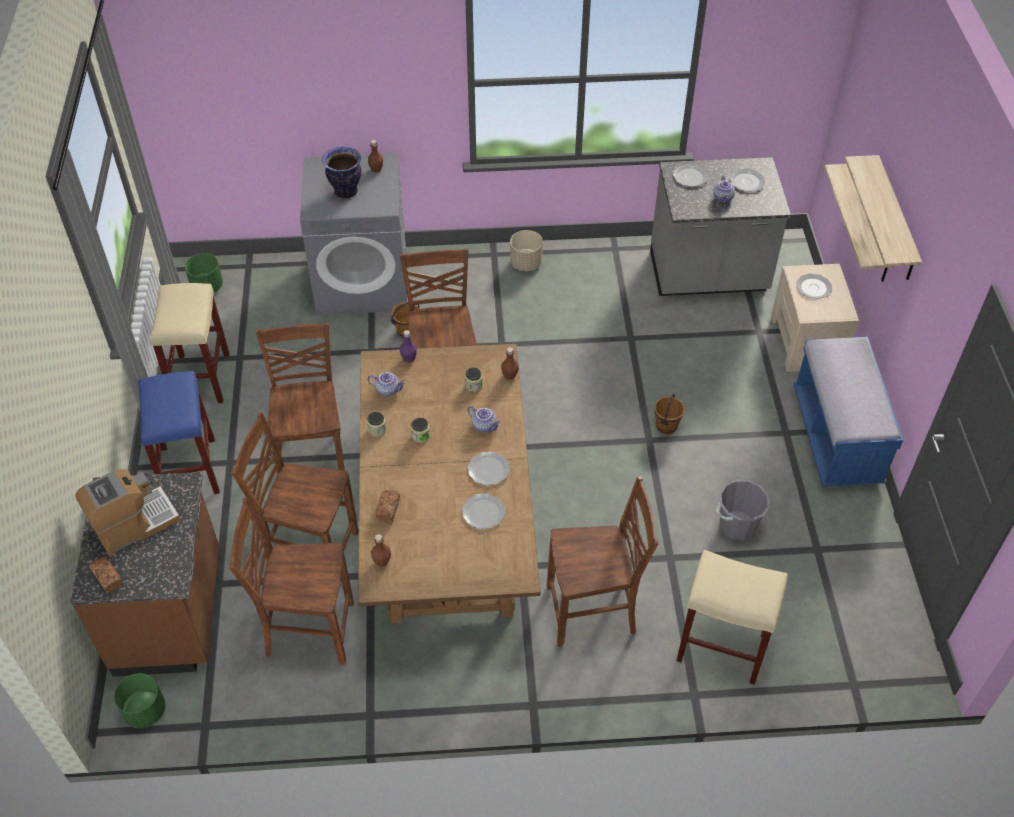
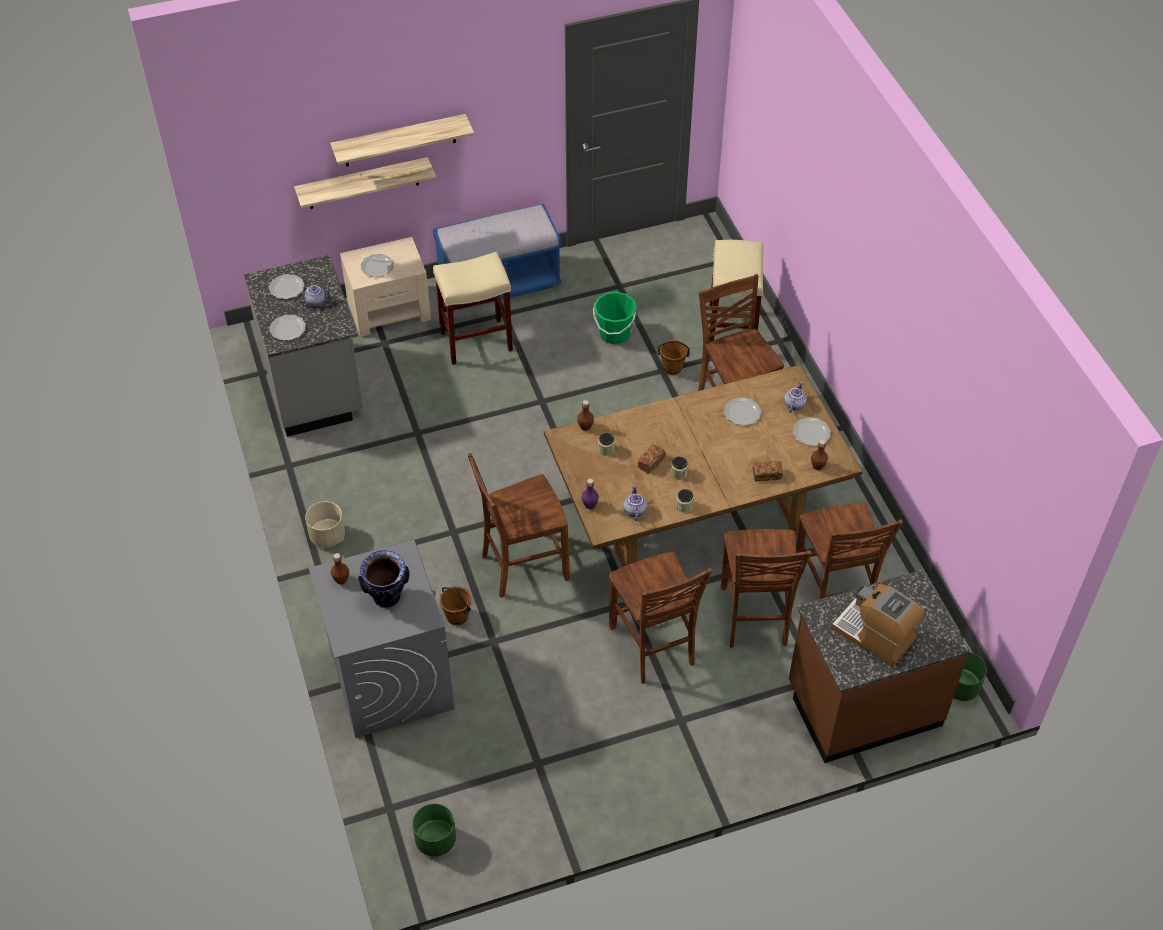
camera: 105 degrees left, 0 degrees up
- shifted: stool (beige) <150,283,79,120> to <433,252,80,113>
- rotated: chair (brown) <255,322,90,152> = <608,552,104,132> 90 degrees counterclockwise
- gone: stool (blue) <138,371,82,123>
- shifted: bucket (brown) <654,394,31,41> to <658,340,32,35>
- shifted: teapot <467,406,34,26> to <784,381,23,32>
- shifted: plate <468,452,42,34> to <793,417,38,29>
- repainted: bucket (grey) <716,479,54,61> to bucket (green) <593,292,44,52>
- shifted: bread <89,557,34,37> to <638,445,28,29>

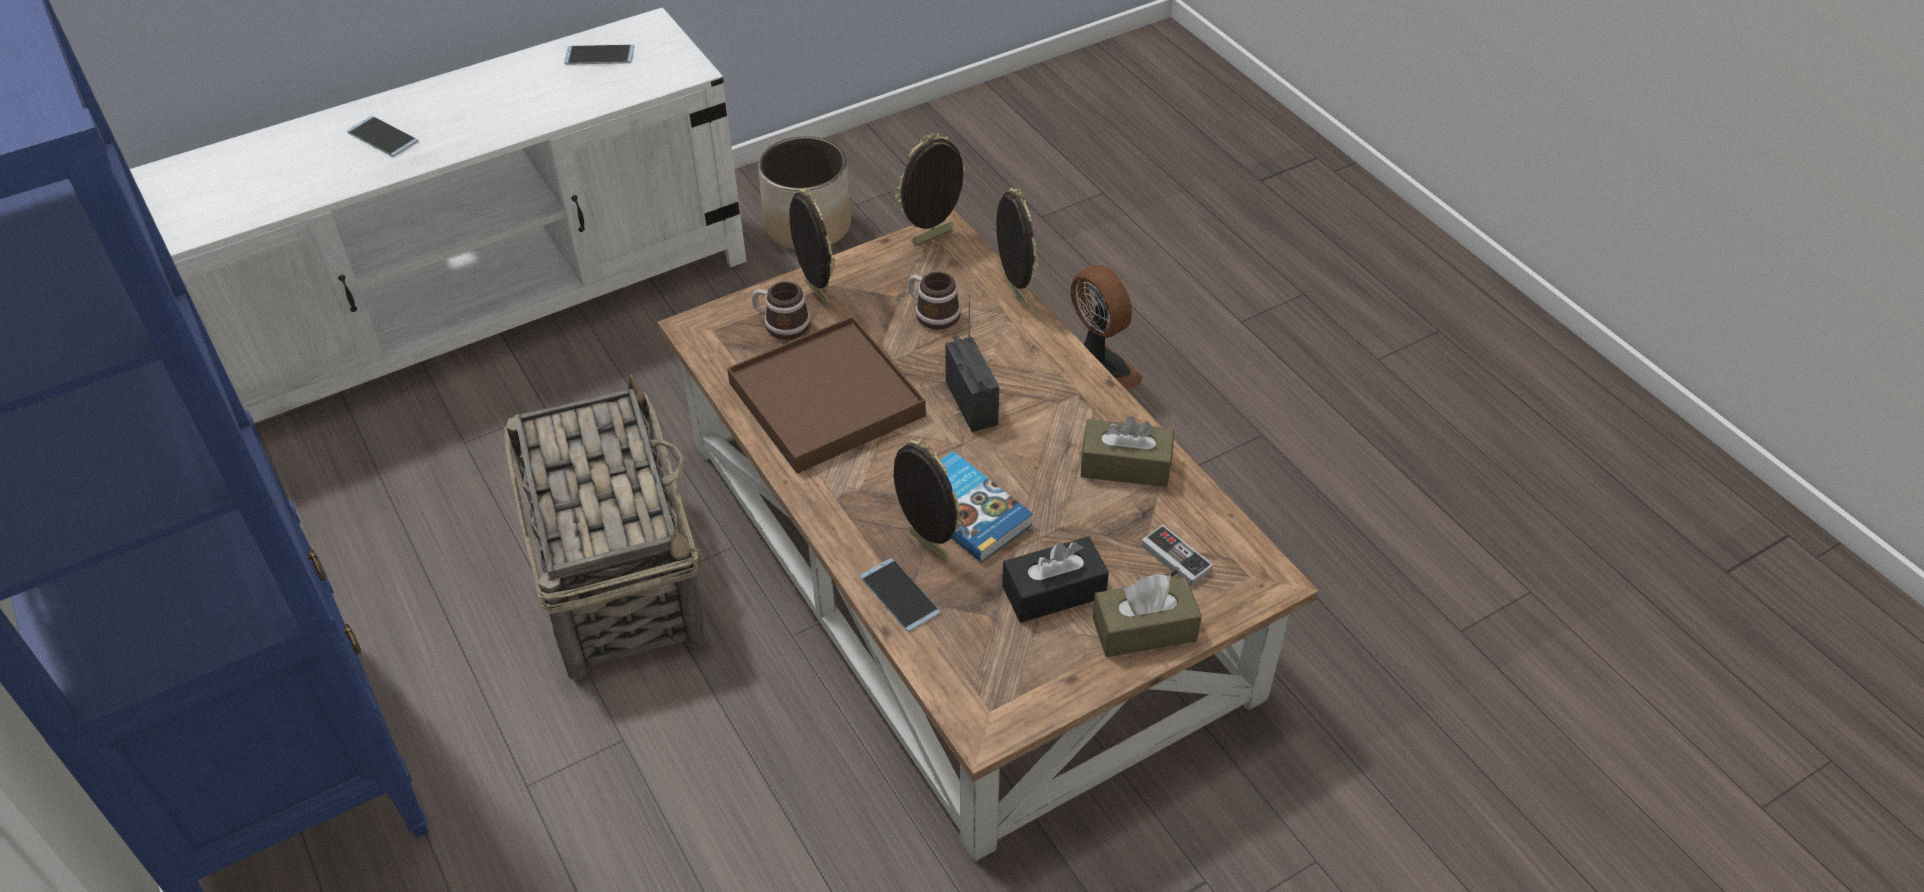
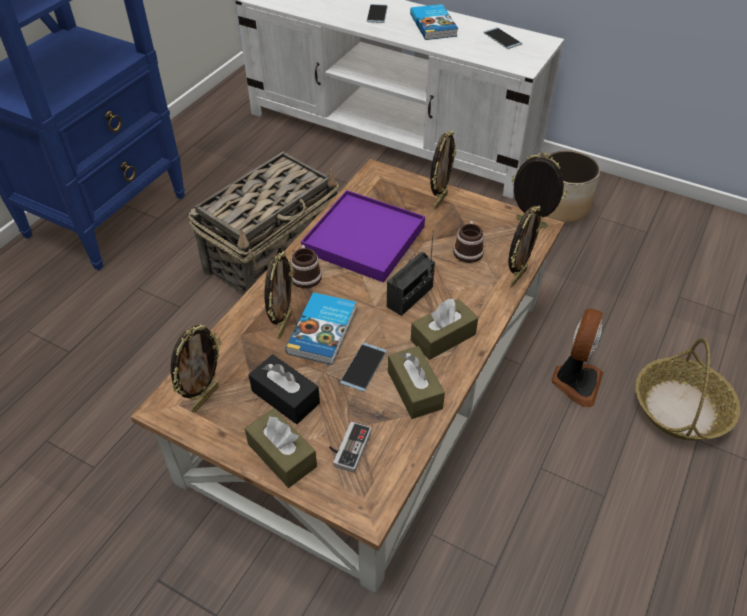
camera: 60 degrees right, 0 degrees up
- shifted: mug <752,282,58,58> to <291,245,31,43>
- repainted: tray (brown) <727,316,199,158> to tray (purple) <301,190,124,93>
- shifted: phone <860,558,81,74> to <340,343,47,49>
- new: book <410,4,48,36>
- new: tissue box (brown) <411,299,67,61>
- new: picture frame <171,324,50,88>
- new: basket <636,338,104,103>

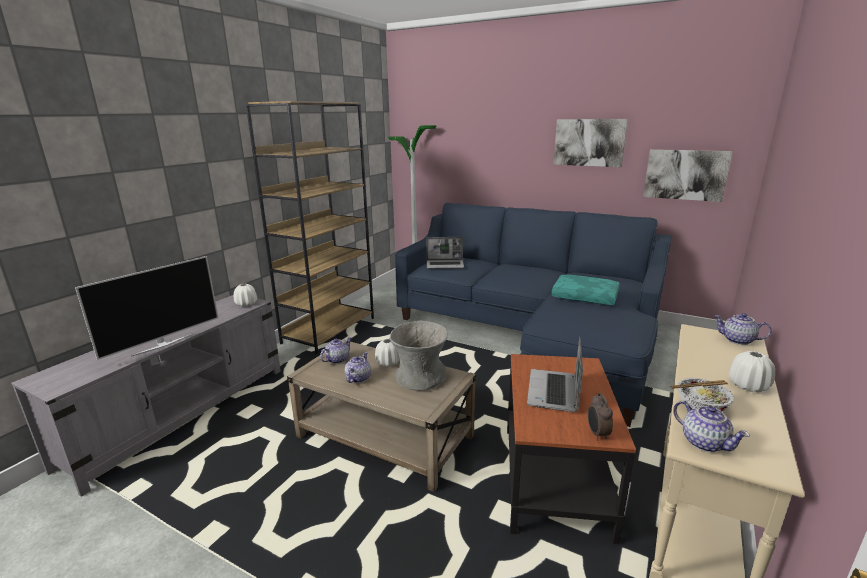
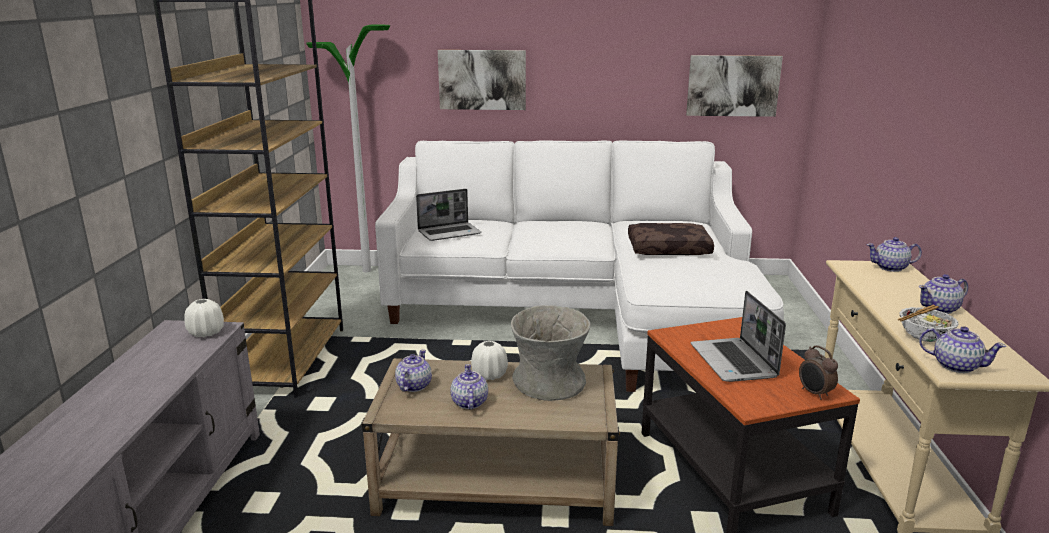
camera: 25 degrees left, 0 degrees up
- shifted: picture <553,119,75,48> to <438,50,88,60>
- repainted: sofa (blue) <395,203,277,224> to sofa (white) <375,140,409,252>
- gone: television <75,256,144,104>
- repainted: pillow (turquoise) <552,274,68,31> to pillow (brown) <628,223,86,32>
- swapped: vase (white) <729,351,46,41> to teapot <919,274,49,40>

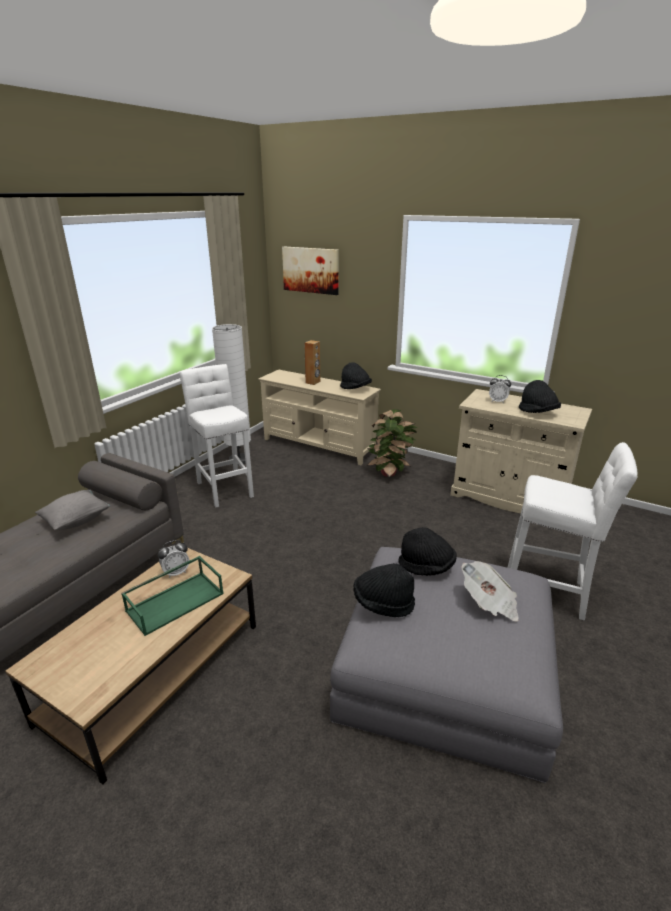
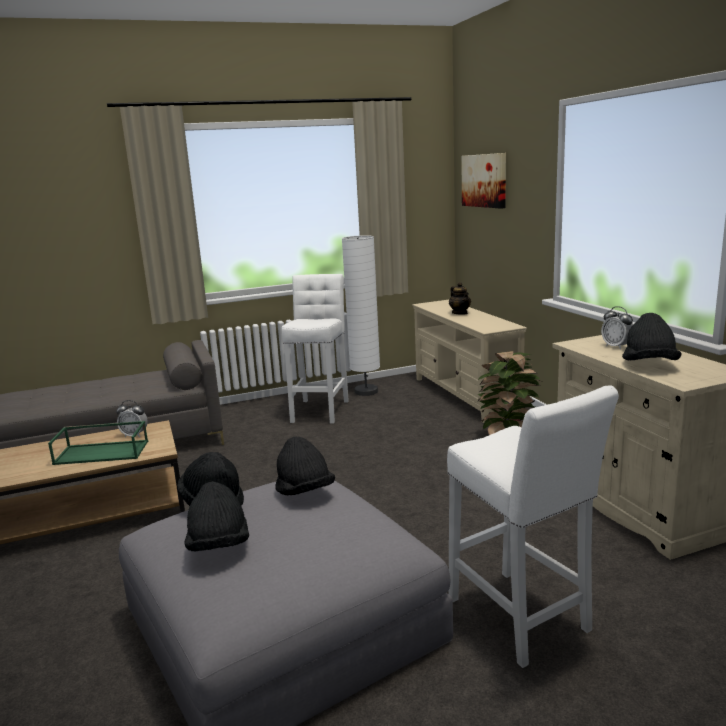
camera: 40 degrees right, 10 degrees down
- swapped: speaker (brown) <304,340,16,45> to teapot <449,282,22,33>
- shifted: hat (black) <340,362,32,27> to <184,481,65,71>
- gone: pillow (grey) <35,490,75,40>
- gone: newspaper <461,561,58,61>

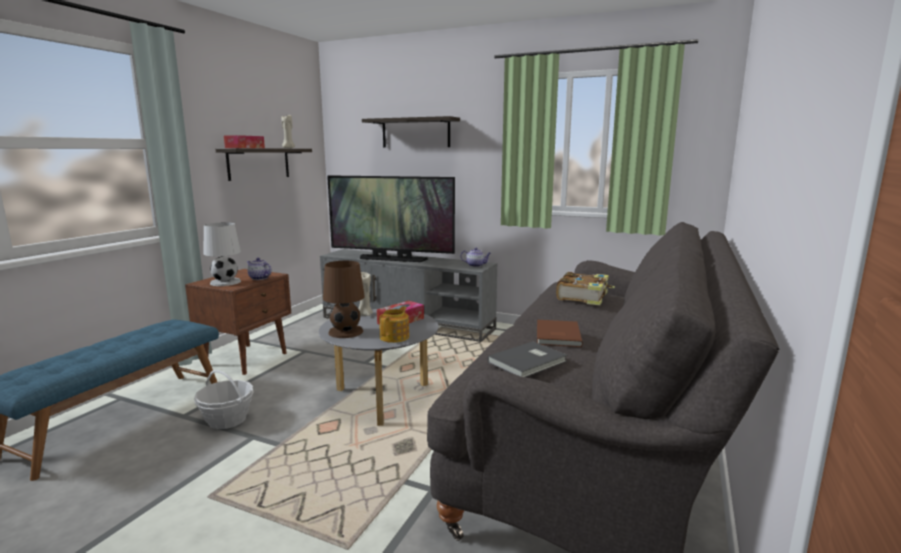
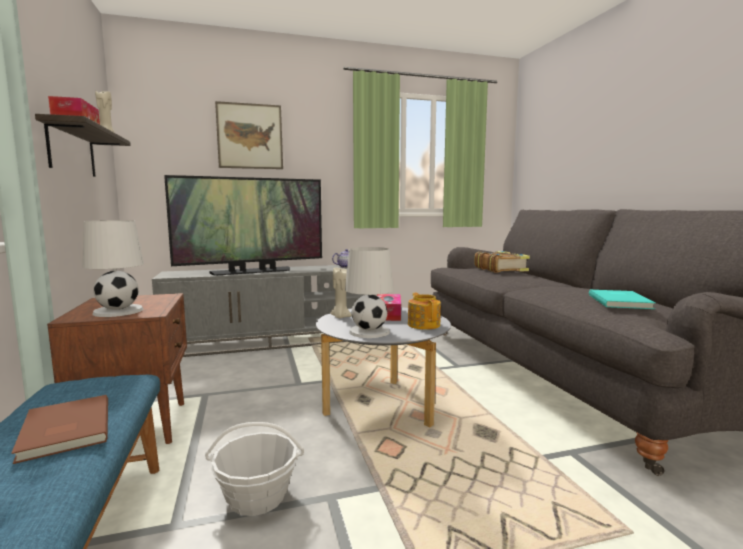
camera: 40 degrees left, 5 degrees down
- swapped: shelf <362,116,98,31> to picture <215,101,68,68>
- gone: teapot <247,258,25,22>
- repainted: table lamp (brown) <323,261,42,77> to table lamp (white) <345,247,49,91>
- shifted: book (brown) <537,320,46,27> to <11,395,97,69>
- repainted: book (grey) <487,341,80,36> to book (turquoise) <589,290,67,19>

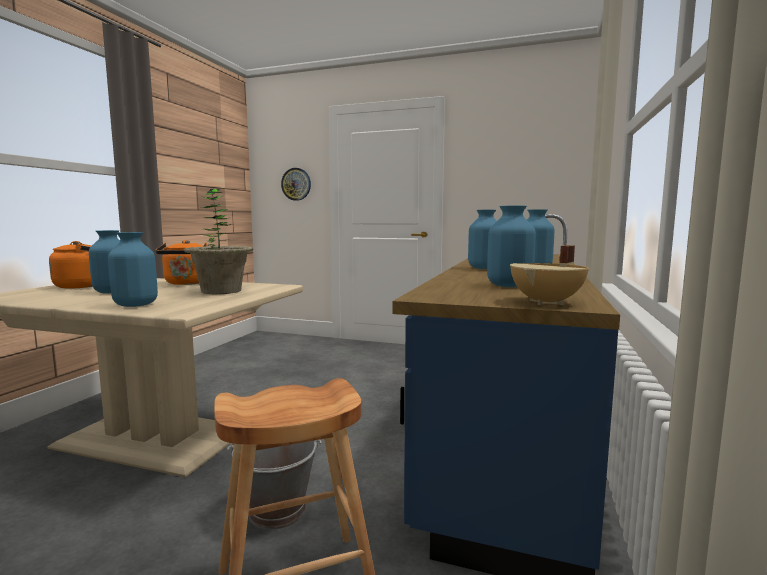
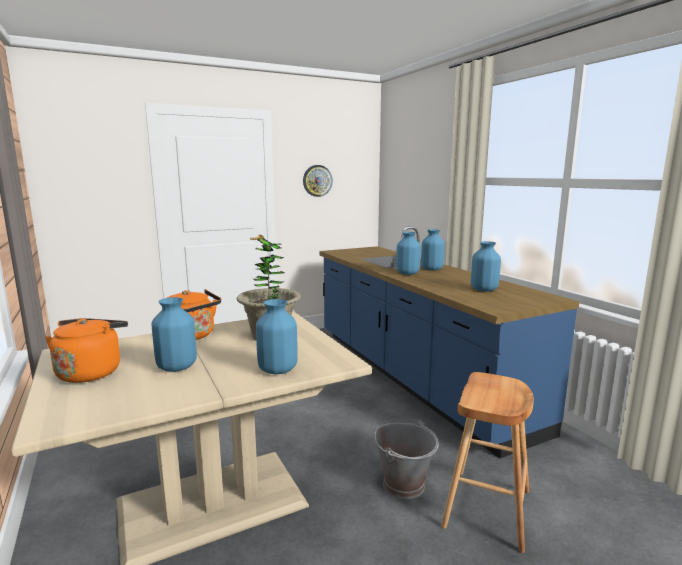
camera: 45 degrees left, 5 degrees up
- shifted: wall clock <281,168,30,33> to <303,165,30,32>
- gone: cooking pot (beige) <510,245,79,60>

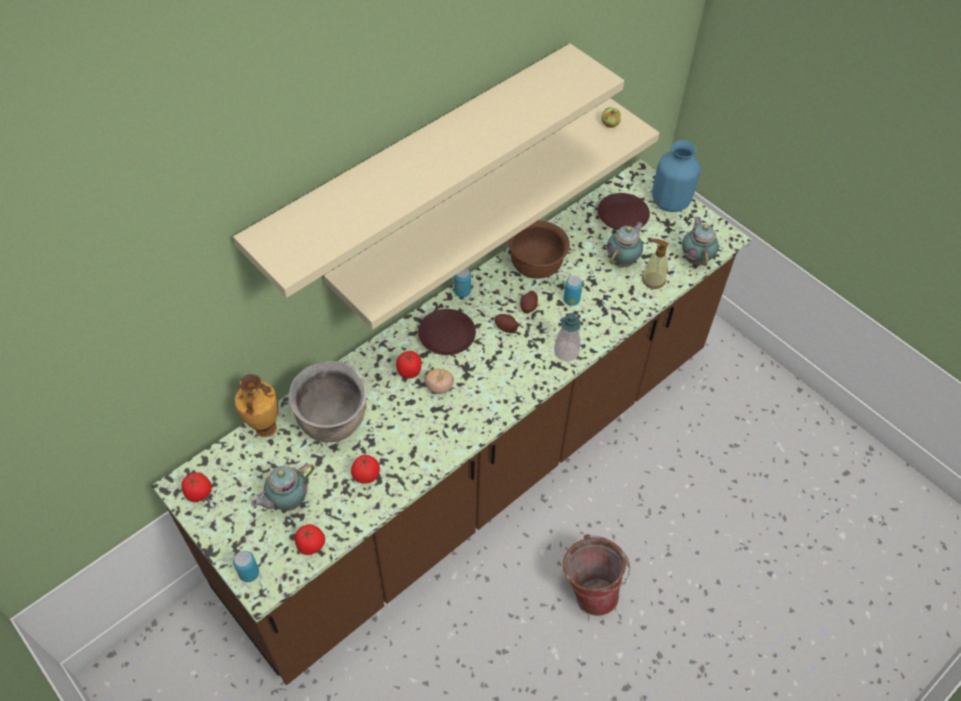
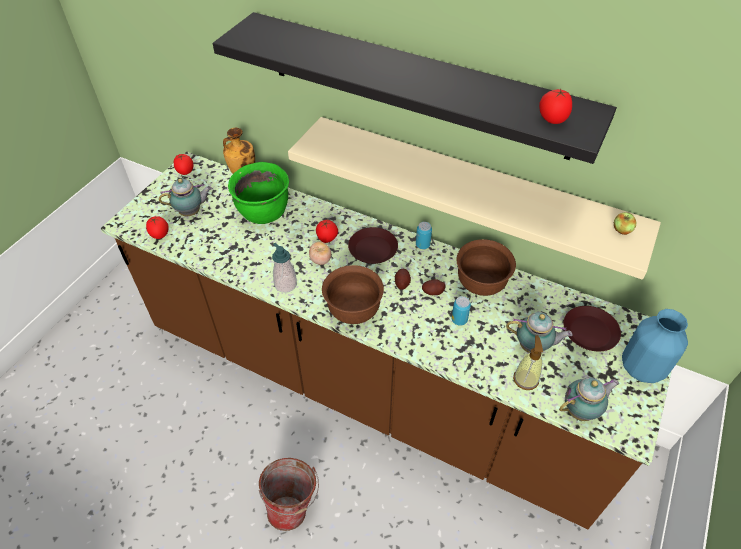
camera: 70 degrees right, 5 degrees down
- repainted: shelf (beige) <233,43,391,255> to shelf (black) <212,12,405,152>
- shifted: soap dispenser <554,313,27,48> to <272,243,25,50>
- repainted: cooking pot (brown) <288,361,79,82> to cooking pot (green) <228,162,61,62>
- shifted: tomato <351,455,29,29> to <539,88,33,36>
- rotated: teapot <251,462,64,49> = <159,178,53,38> 135 degrees clockwise
- gone: can <233,551,26,31>
- new: bowl (brown) <322,265,62,59>

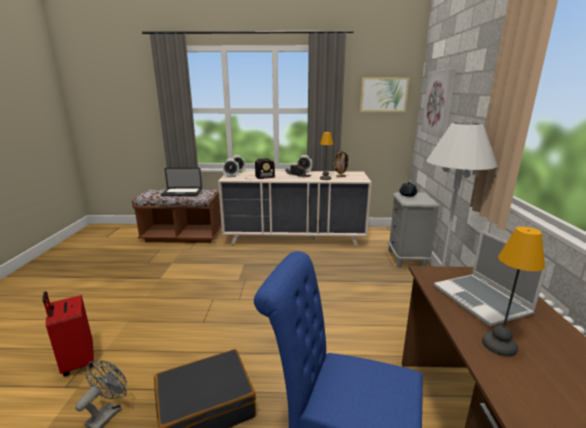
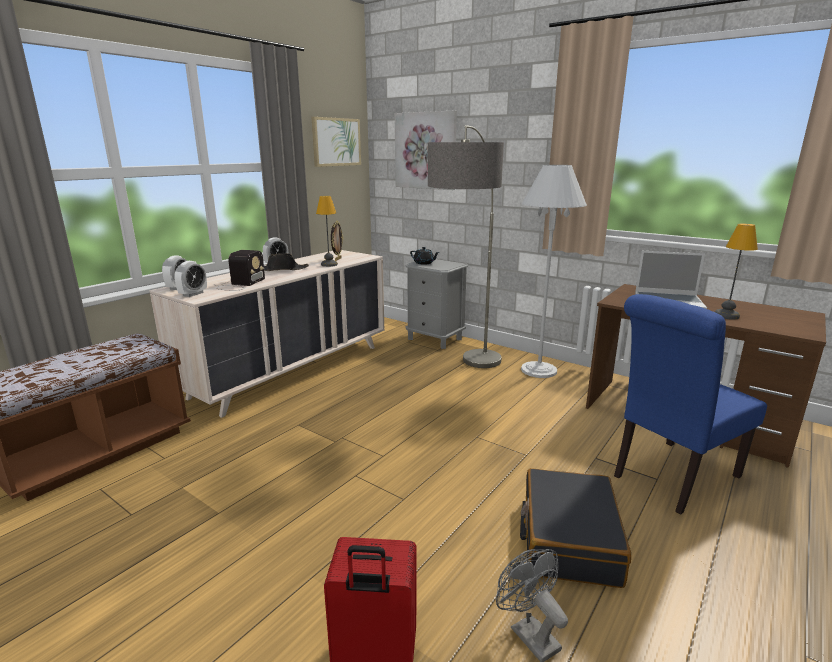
camera: 55 degrees left, 0 degrees up
- gone: laptop <160,168,42,28>
- new: floor lamp <428,125,76,243>

